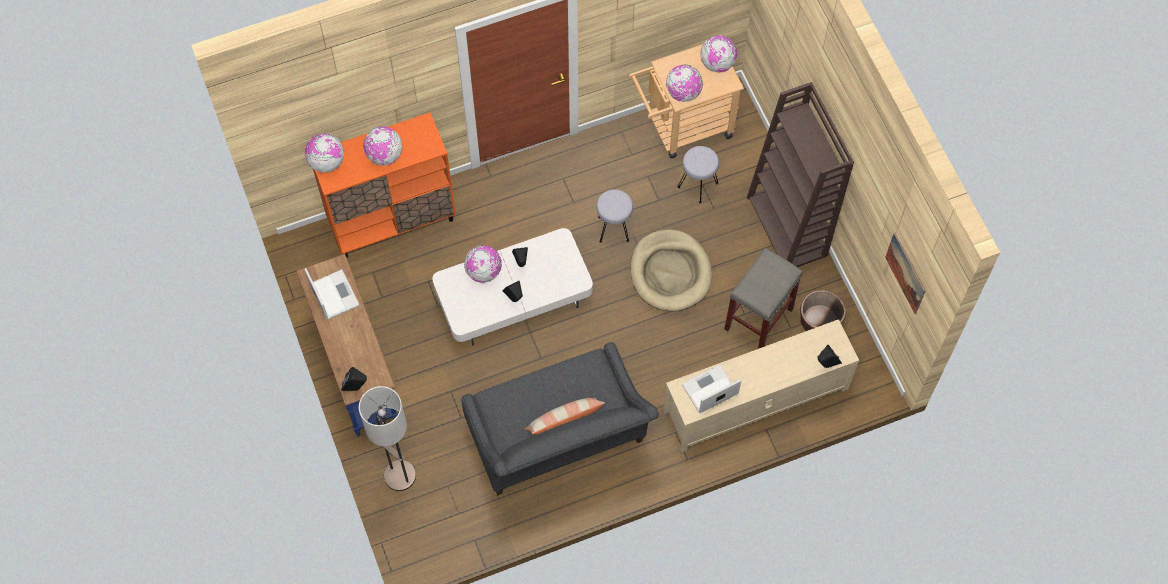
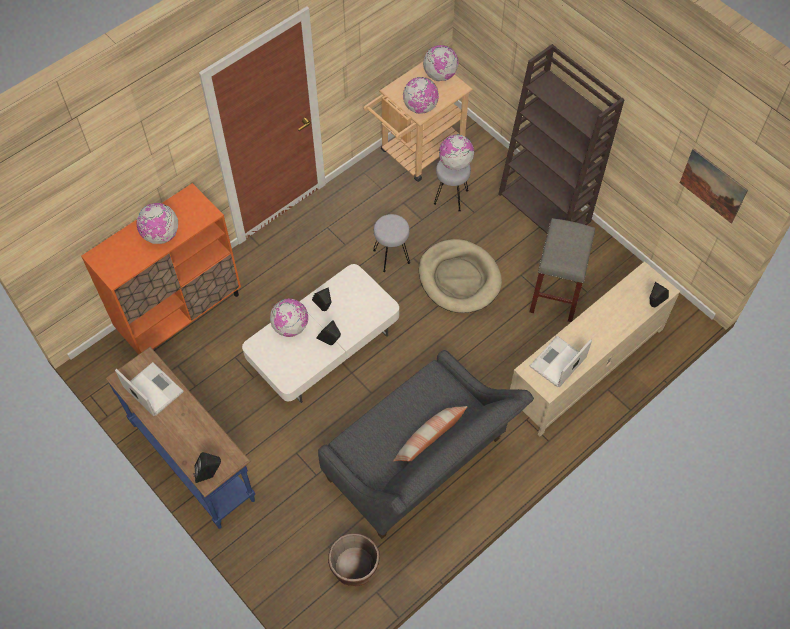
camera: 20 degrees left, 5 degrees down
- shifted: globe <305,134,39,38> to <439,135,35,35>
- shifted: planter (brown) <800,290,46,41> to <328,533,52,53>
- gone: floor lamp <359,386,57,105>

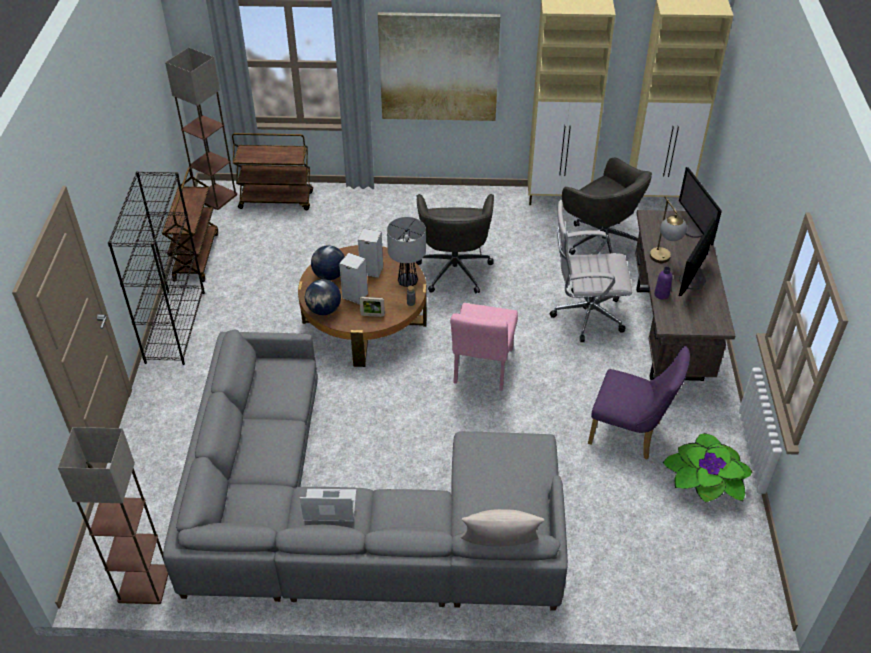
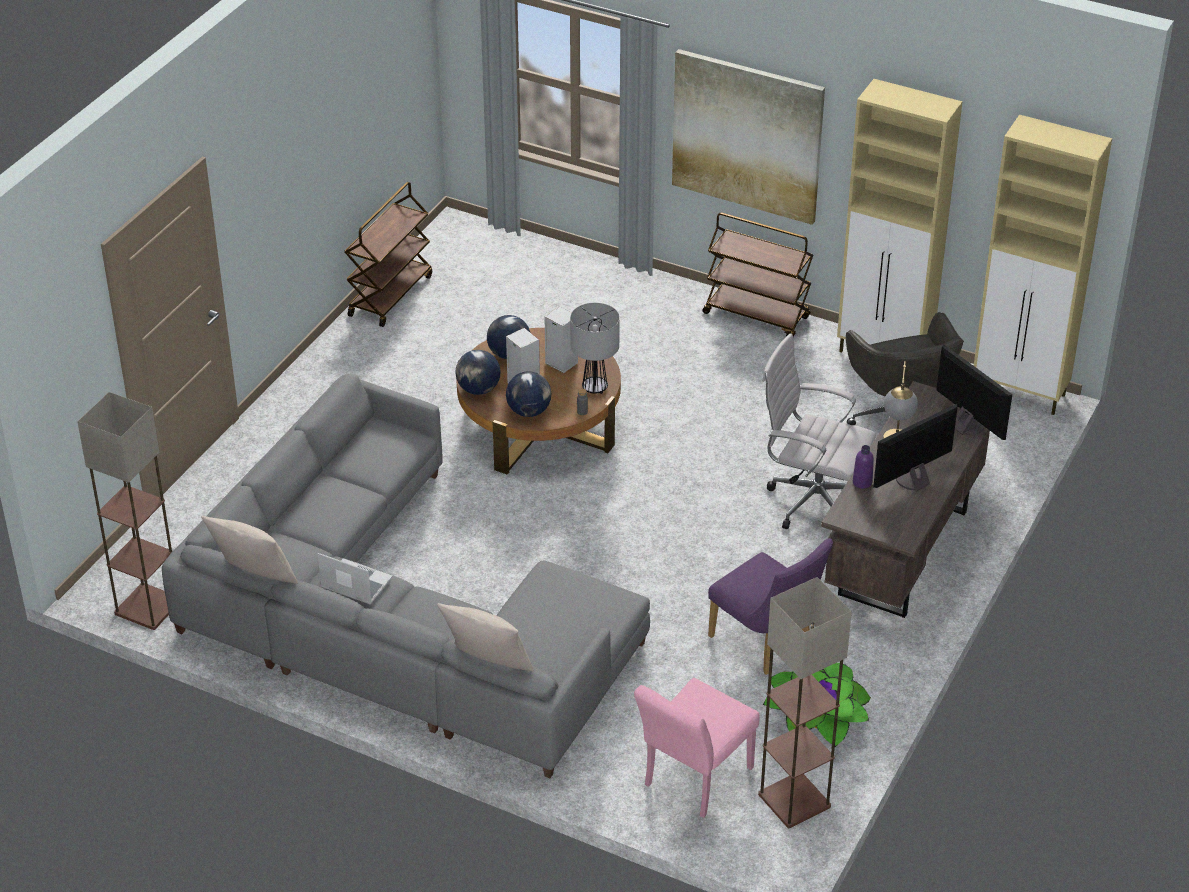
camera: 25 degrees right, 5 degrees down
- shifted: floor lamp <165,47,72,163> to <758,577,94,251>
- shifted: cart (brown) <232,133,81,77> to <702,213,111,124>
- rotated: monitor <679,167,43,79> = <936,344,76,96> 135 degrees clockwise
- gone: bookcase (black) <108,171,97,194>
- gone: office chair (grey) <416,194,78,99>
- swapped: picture frame <360,297,25,20> to globe <506,371,45,46>
- shifted: chair (pink) <450,303,68,88> to <634,678,126,140>
- new: pillow (beige) <201,516,97,68>

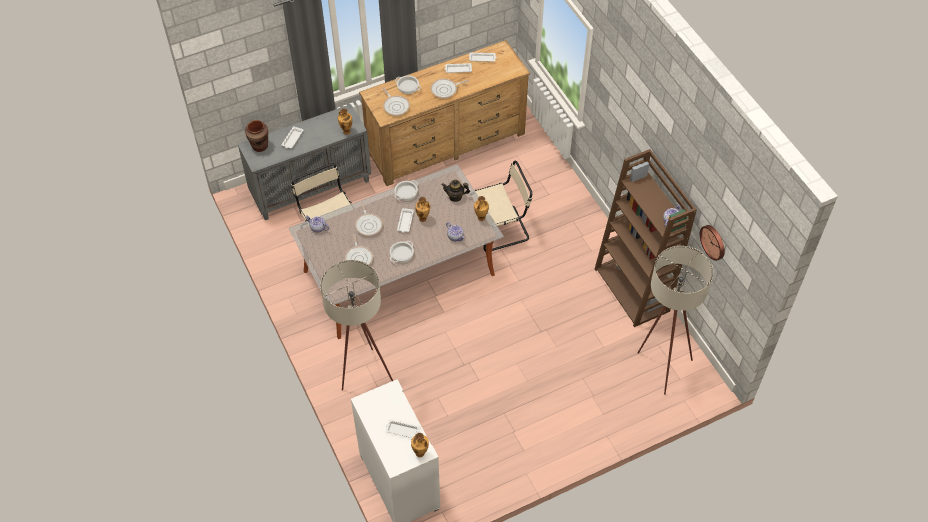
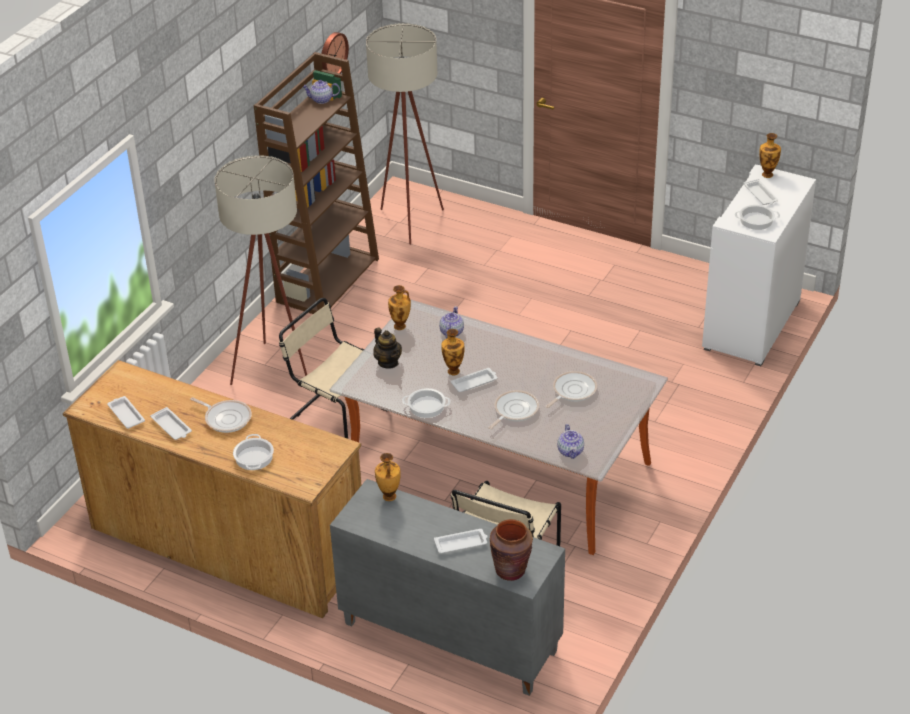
camera: 125 degrees left, 15 degrees down
- gone: frying pan <382,88,28,28>
- shifted: cooking pot <390,241,24,22> to <735,205,45,25>
- shifted: floor lamp (beige) <320,260,73,131> to <215,155,92,230>

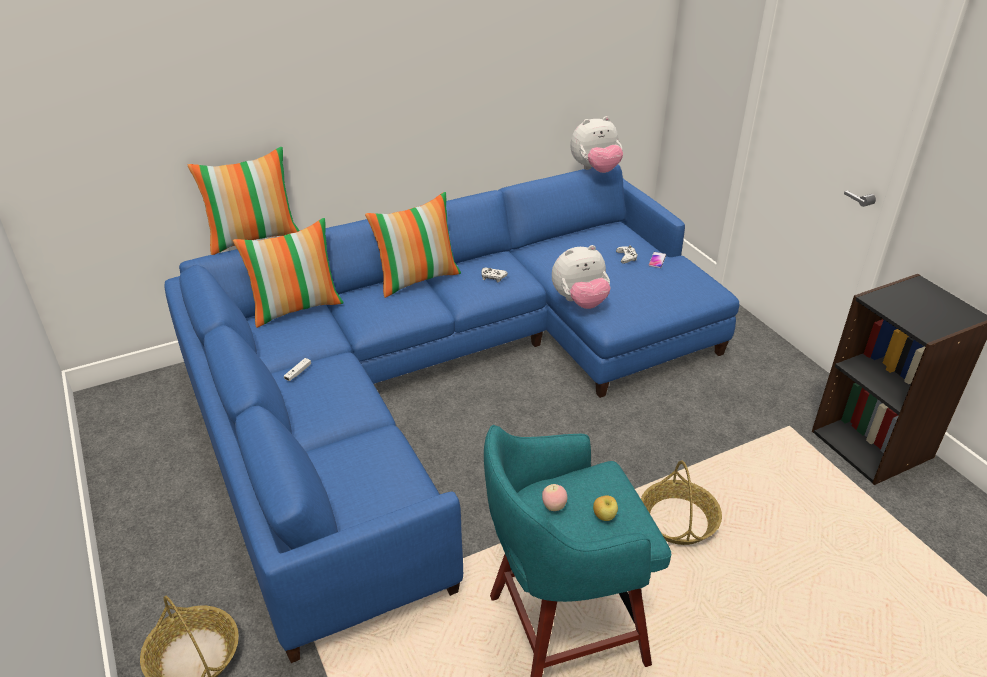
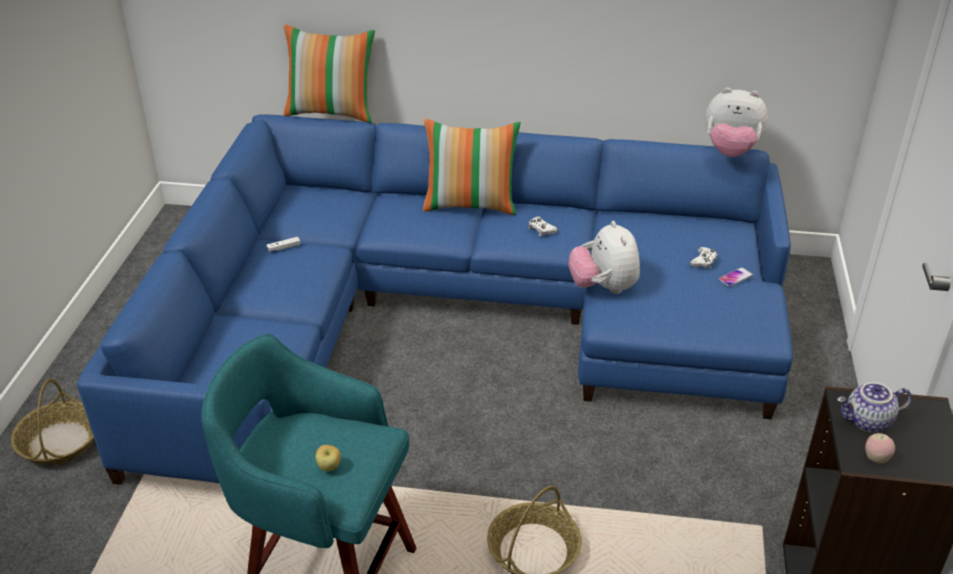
camera: 35 degrees right, 0 degrees up
- gone: pillow <233,218,111,110>
- rotated: plush toy <552,245,59,64> = <568,221,72,73> 60 degrees clockwise
- shifted: apple <542,484,25,27> to <865,433,30,30>
- new: teapot <837,382,75,50>

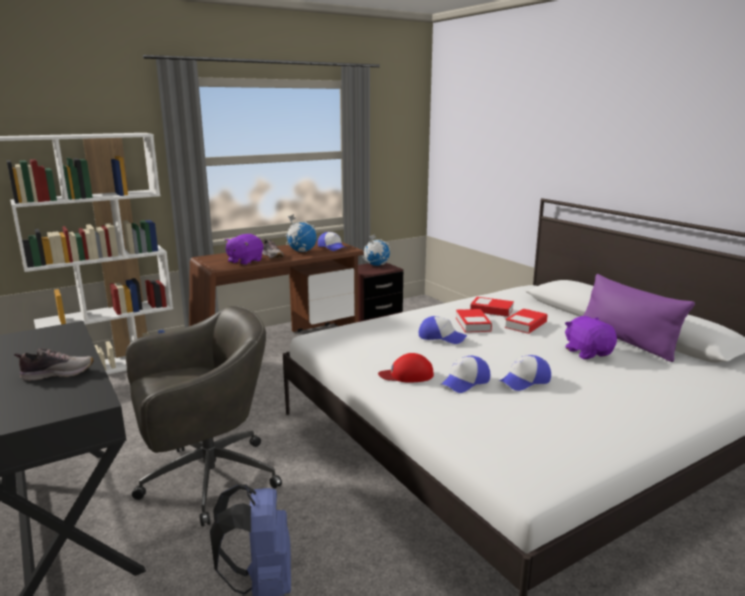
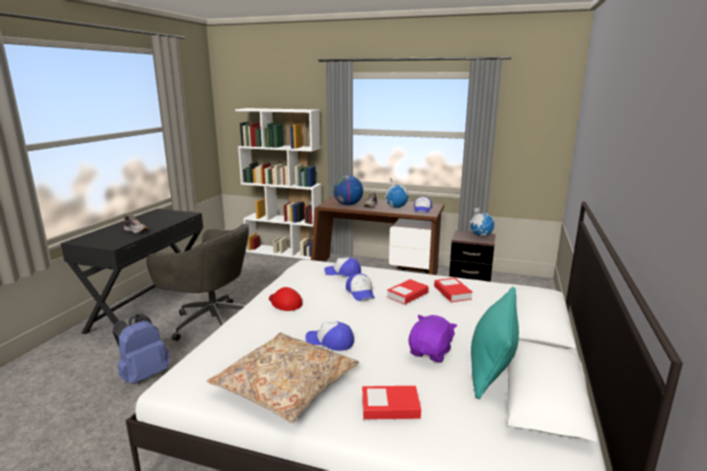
camera: 50 degrees right, 0 degrees up
- swapped: plush toy (purple) <224,234,39,31> to globe <333,175,30,30>
- repainted: pillow (purple) <583,274,112,88> to pillow (turquoise) <471,287,48,112>
- shifted: book <505,308,43,26> to <362,386,59,34>
- shifted: cap <440,356,50,37> to <324,257,37,20>
- new: pillow (beige) <207,332,152,91>

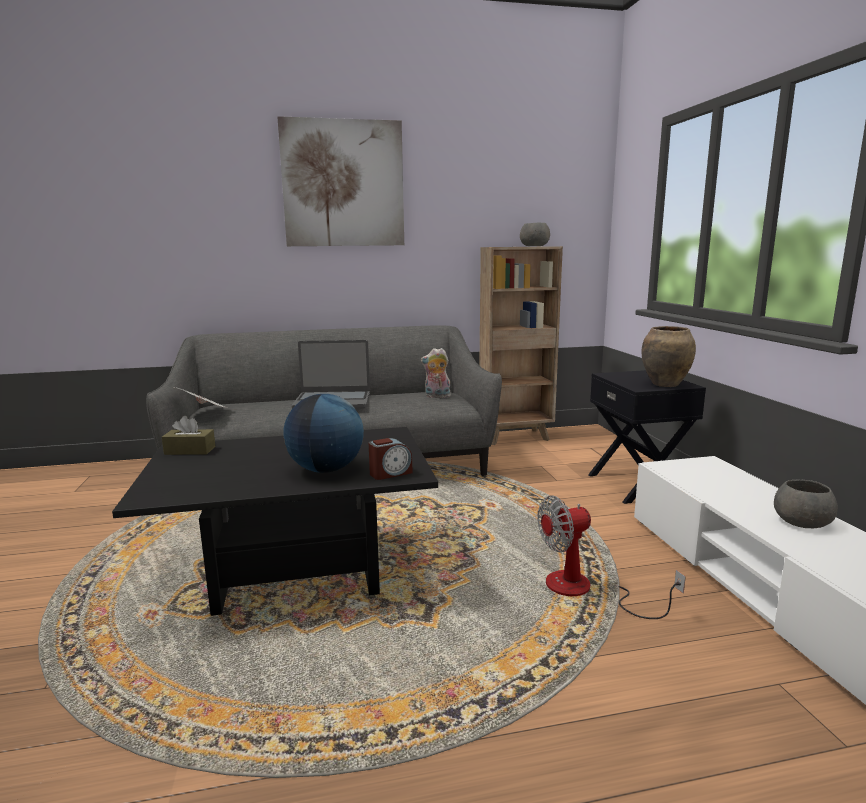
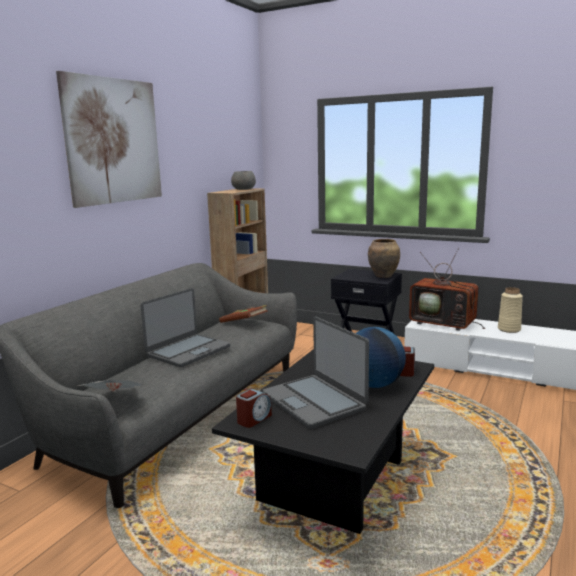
camera: 50 degrees left, 0 degrees up
- swapped: plush toy <421,348,30,50> to book (brown) <219,305,49,18>
- swapped: tissue box (brown) <162,416,53,39> to alarm clock <236,389,36,39>
- swapped: bowl (grey) <774,480,64,48> to vase (beige) <498,287,25,46>
- gone: fan <538,495,148,124>
- new: television <409,247,76,84>
- new: laptop <262,317,107,112>

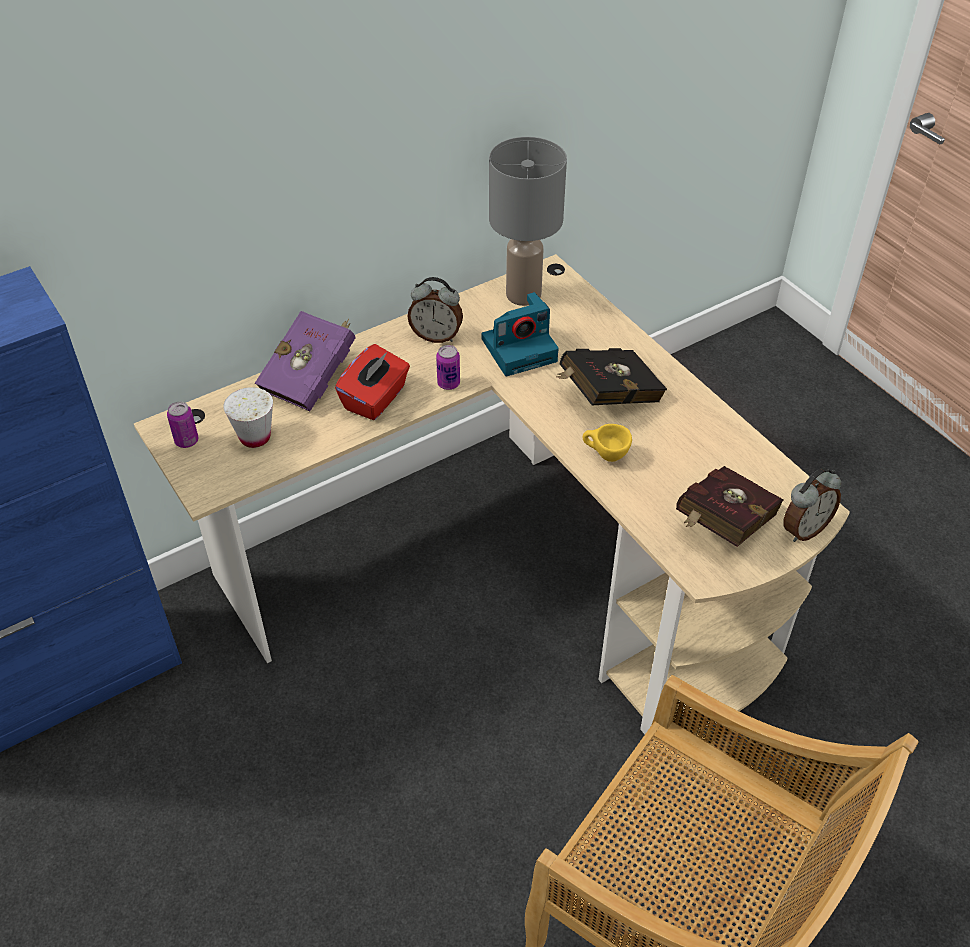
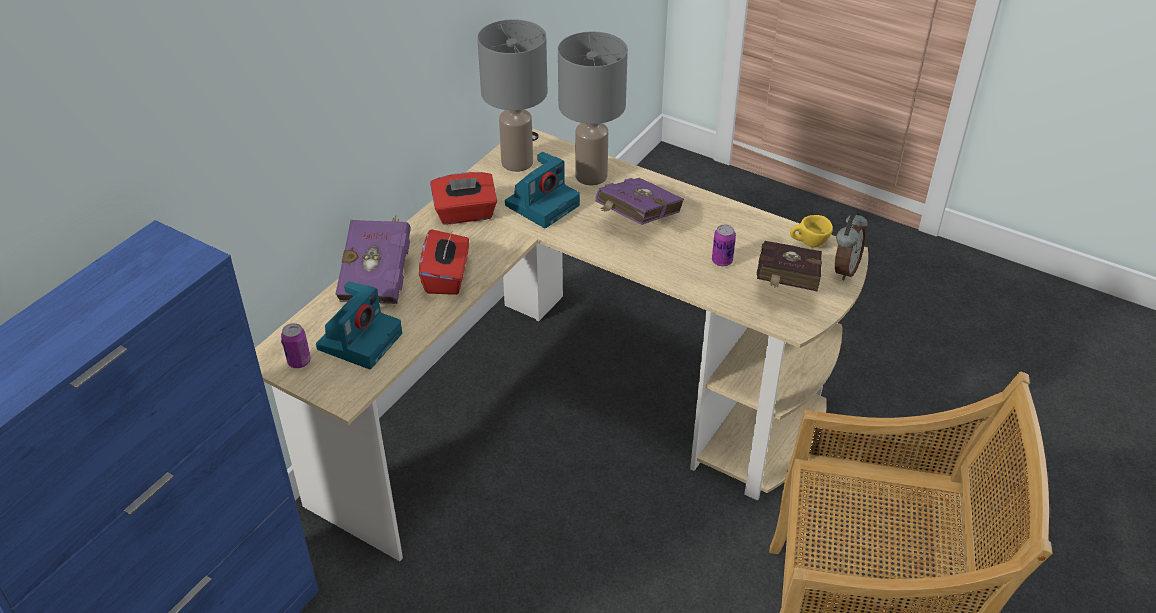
camera: 25 degrees left, 5 degrees down
- swapped: alarm clock <407,277,56,66> to tissue box (red) <430,172,67,53>
- shifted: can <436,345,24,45> to <712,225,24,41>
- repainted: book (black) <556,348,111,57> to book (purple) <596,178,88,47>
- swapped: cup (white) <223,387,50,61> to photo camera <316,281,86,88>
- shifted: cup (yellow) <583,424,49,38> to <790,215,43,32>
- new: table lamp (grey) <558,32,70,153>

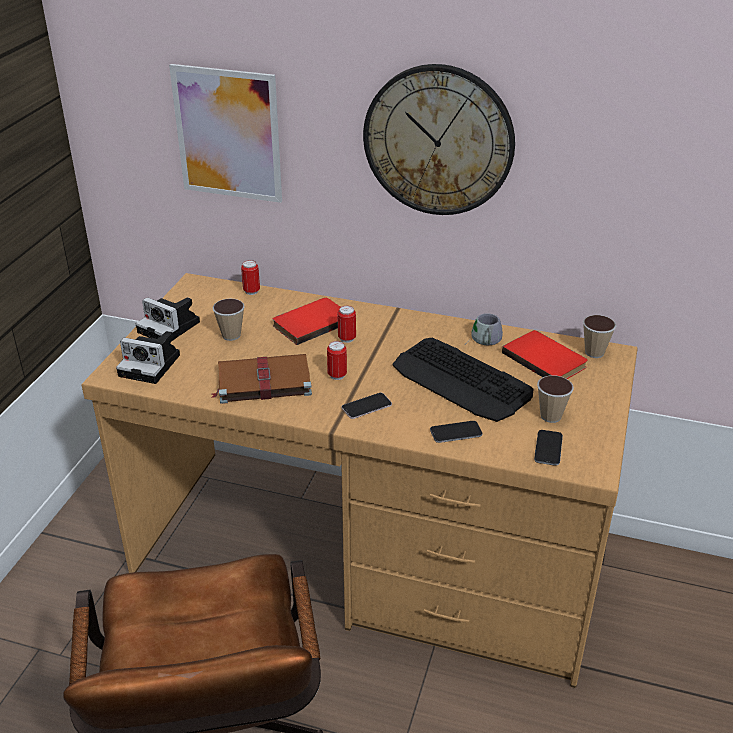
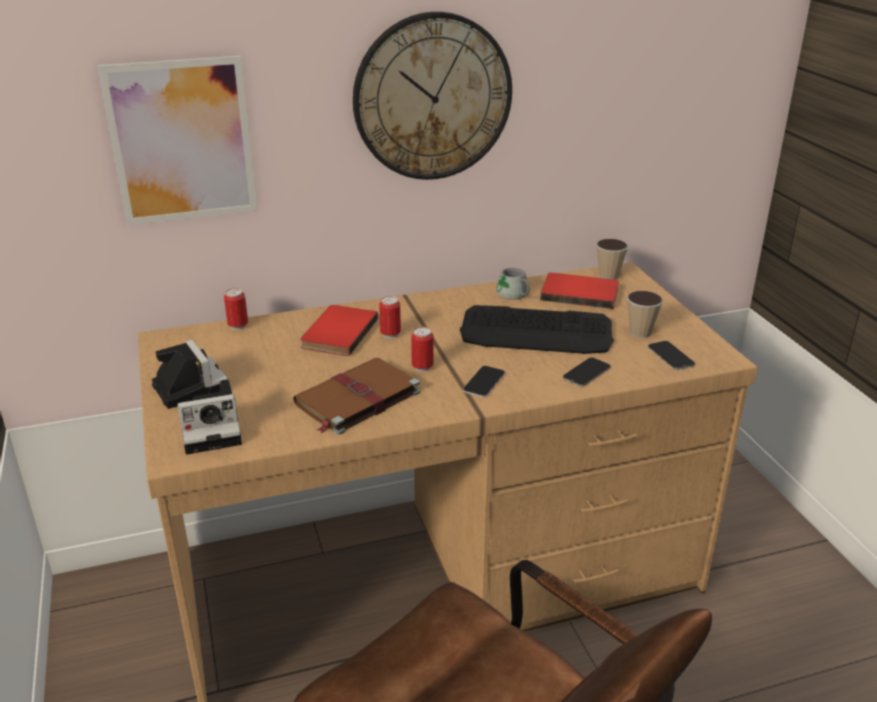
camera: 35 degrees left, 5 degrees down
- rotated: photo camera <136,297,64,44> = <152,339,76,70> 120 degrees counterclockwise
- gone: cup <212,298,33,43>

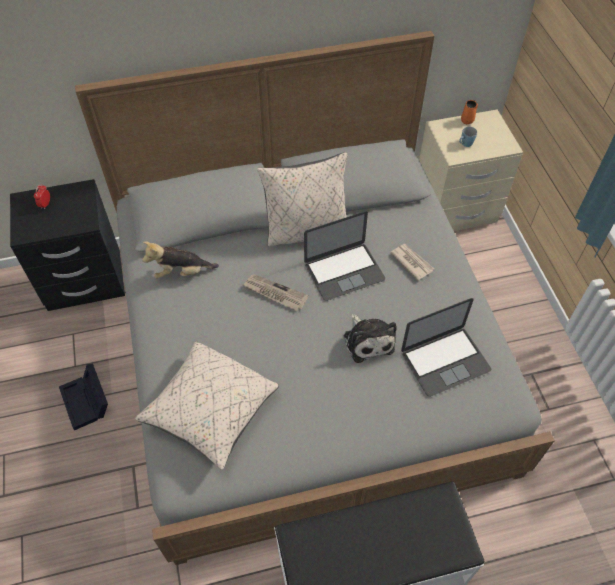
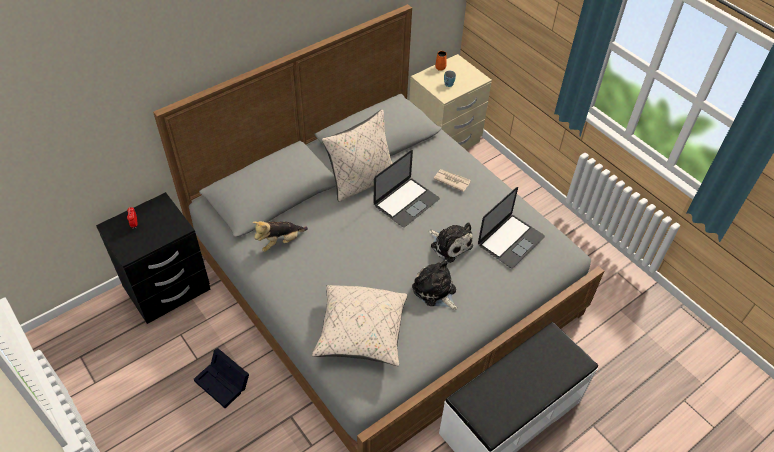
camera: 25 degrees left, 5 degrees down
- gone: newspaper <243,274,66,37>
- new: plush toy <412,259,45,51>

